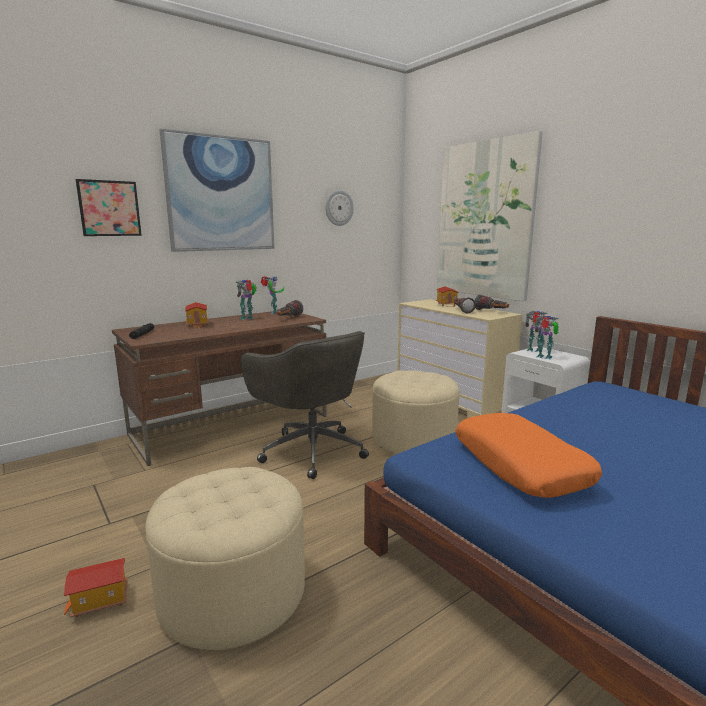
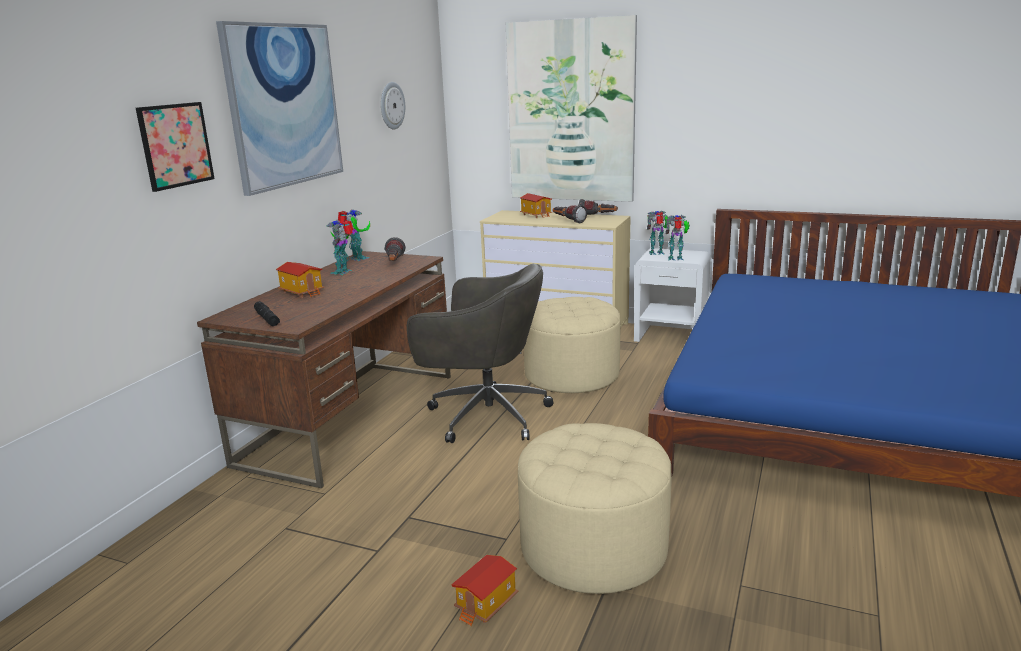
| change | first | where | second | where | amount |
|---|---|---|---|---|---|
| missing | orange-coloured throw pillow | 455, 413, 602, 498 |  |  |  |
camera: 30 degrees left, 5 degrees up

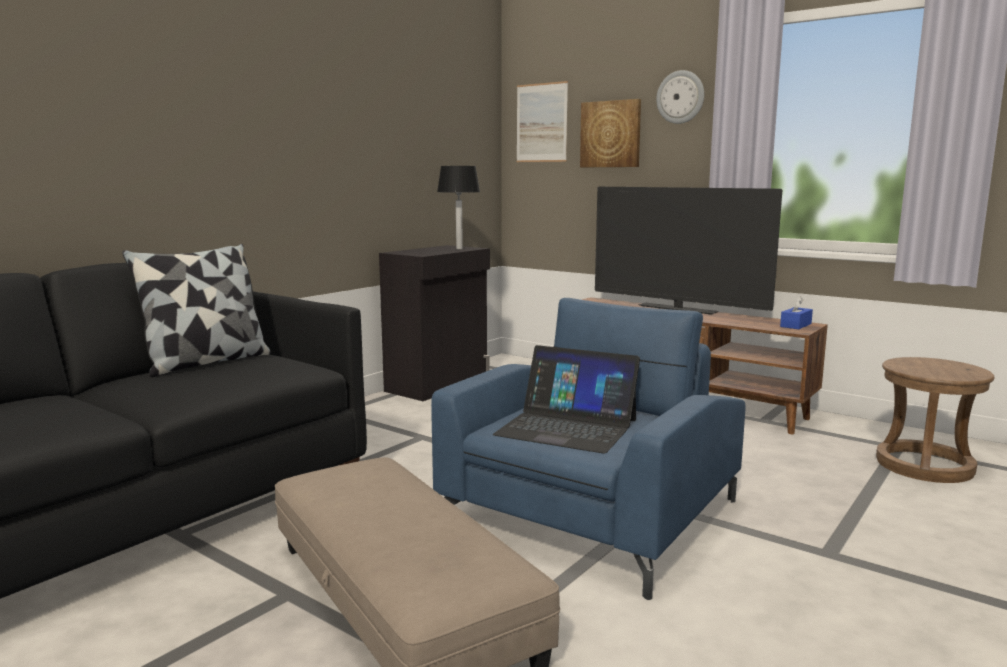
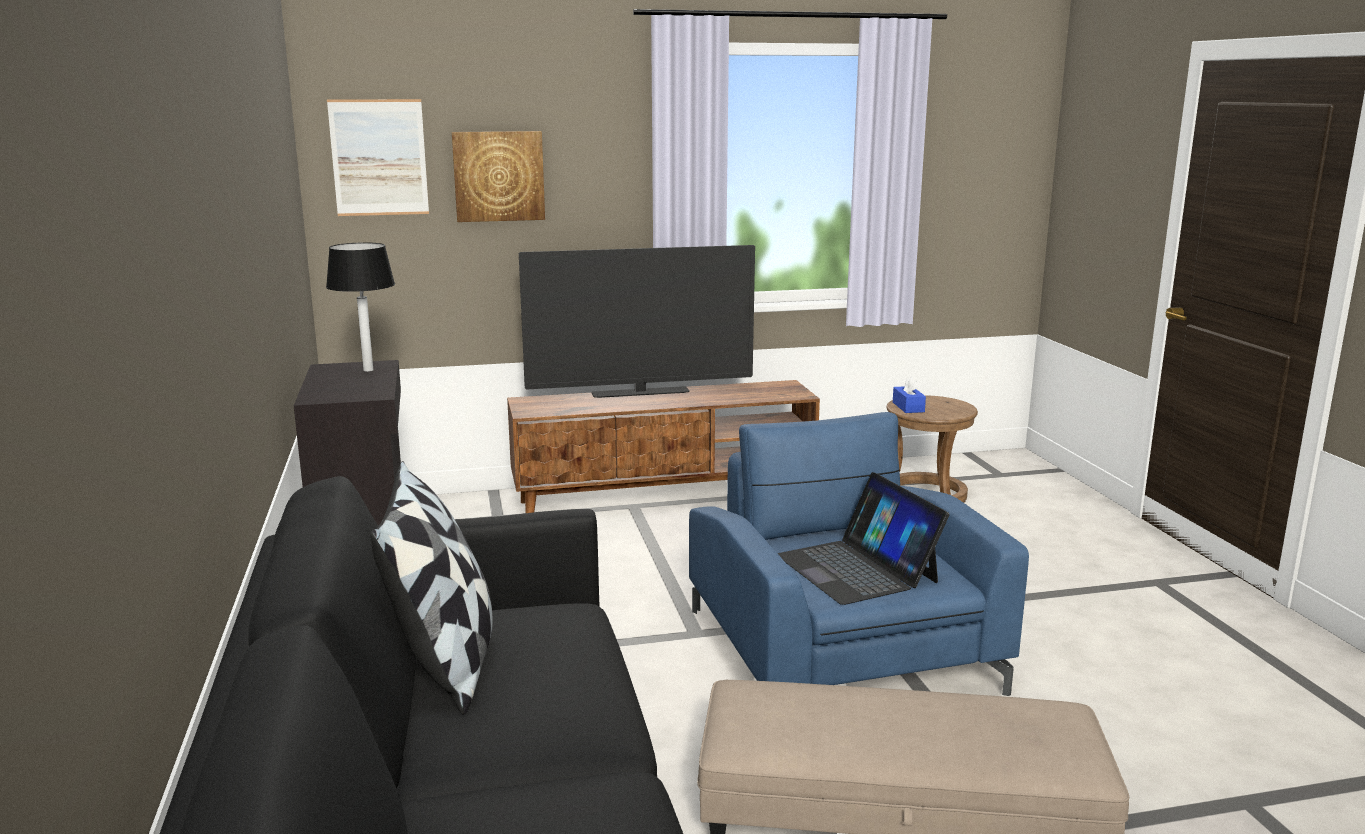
| change | first | where | second | where | amount |
|---|---|---|---|---|---|
| spun | laptop | 493, 345, 640, 454 |  | 778, 472, 949, 605 | 90 degrees clockwise |
| missing | hanging clock | 656, 70, 704, 124 |  |  |  |
| relocated | blue-coloured tissue box | 780, 296, 813, 329 |  | 893, 376, 926, 413 |  |
camera: 50 degrees left, 5 degrees up

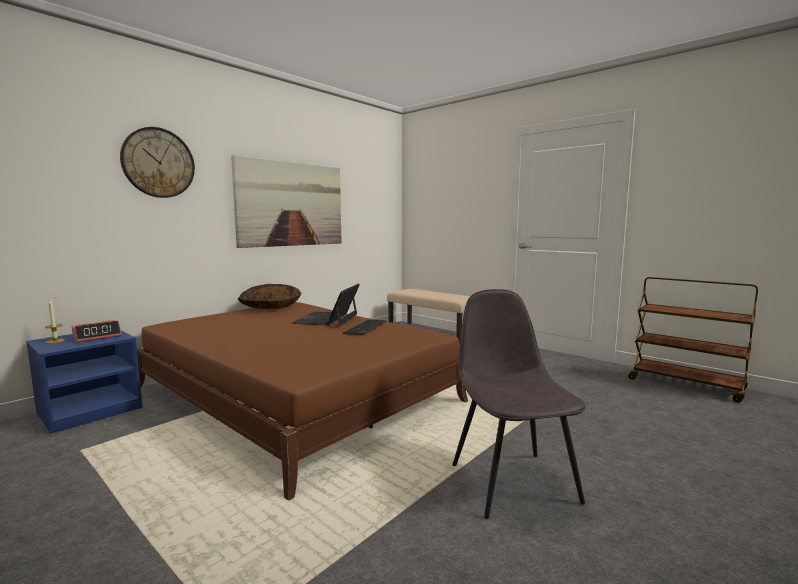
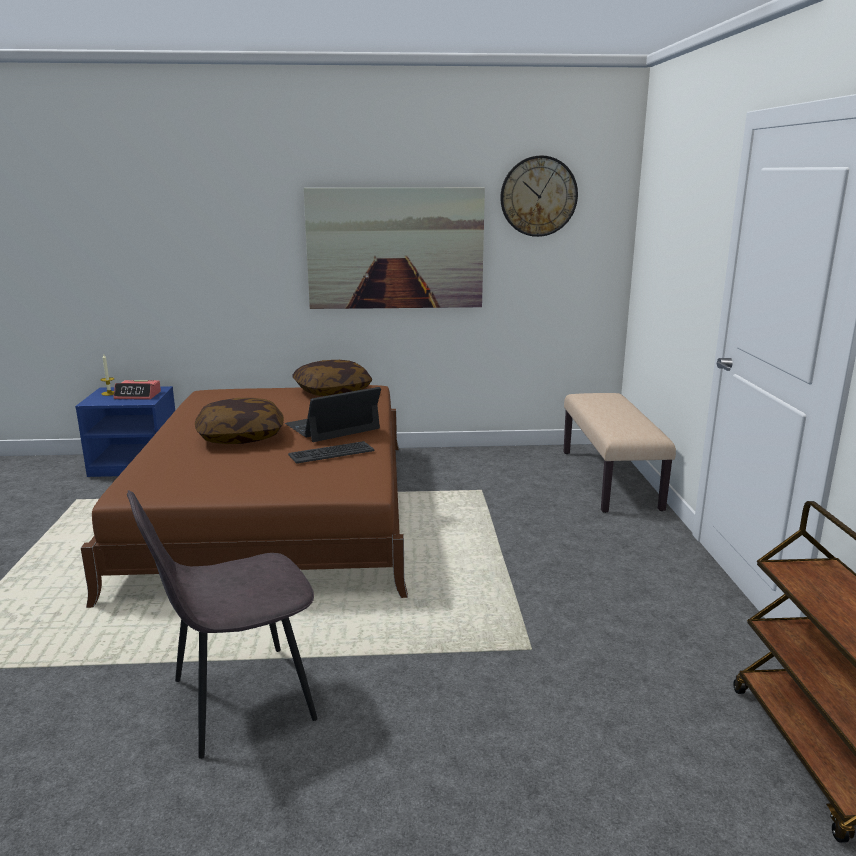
| change | first | where | second | where | amount |
|---|---|---|---|---|---|
| relocated | hanging clock | 120, 127, 195, 198 |  | 500, 155, 578, 237 |  |
| spun | greyish upright chair | 452, 289, 586, 519 |  | 127, 490, 317, 759 | 150 degrees counterclockwise |
| appeared |  |  | throw pillow | 195, 398, 284, 444 |  |
camera: 45 degrees right, 10 degrees up

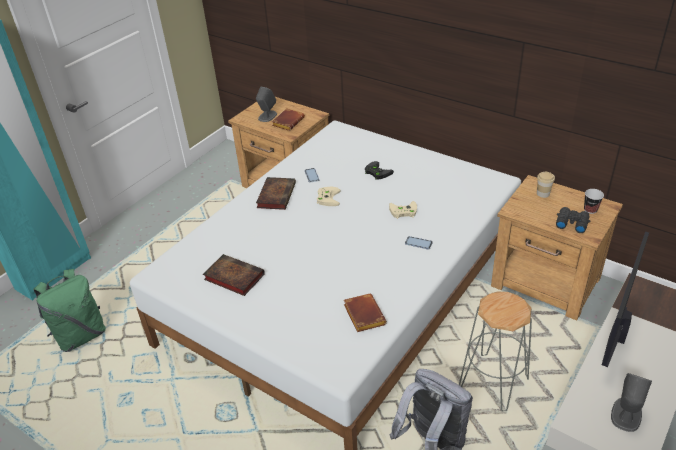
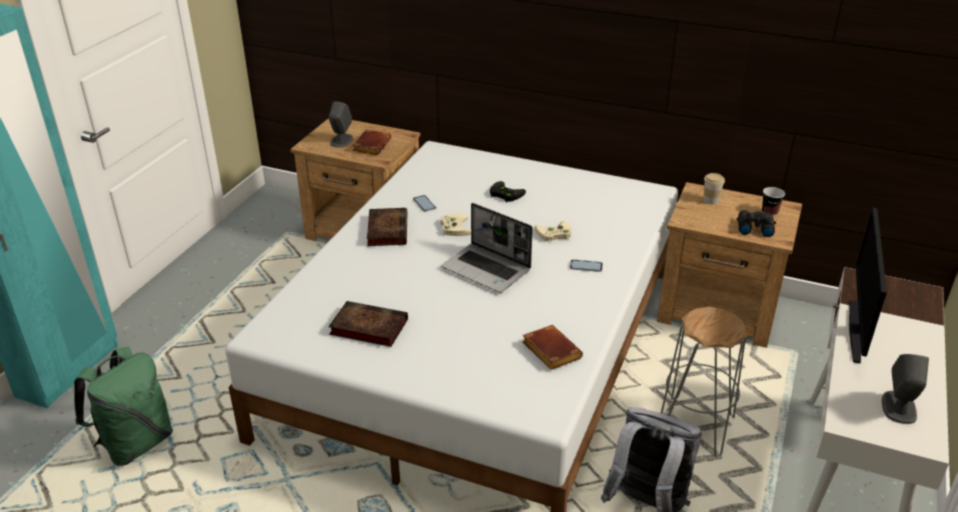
| change | first | where | second | where | amount |
|---|---|---|---|---|---|
| appeared |  |  | laptop | 441, 203, 533, 293 |  |
camera: 15 degrees left, 5 degrees down

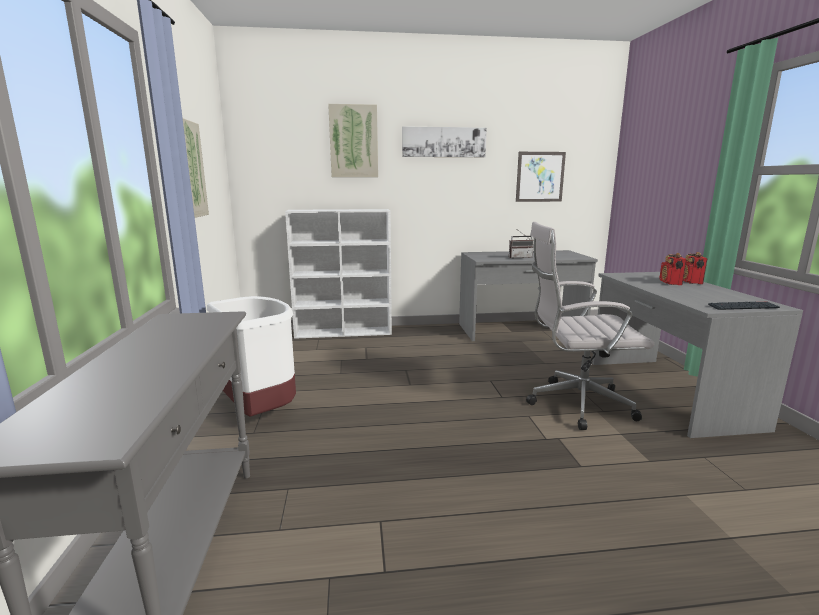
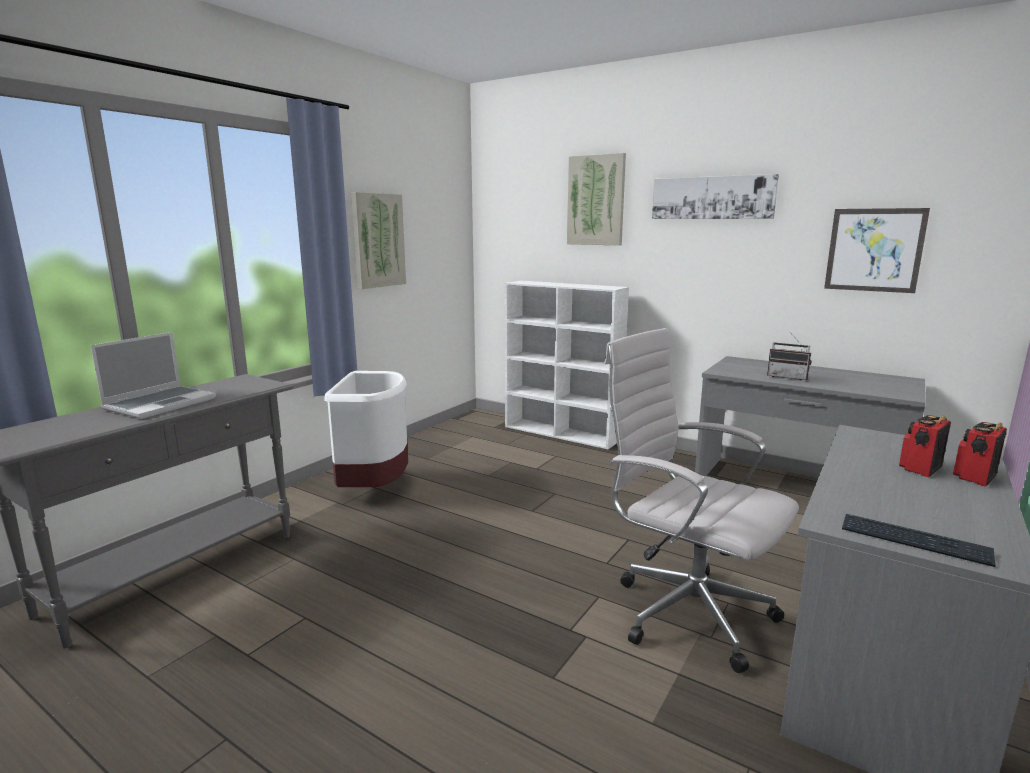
| change | first | where | second | where | amount |
|---|---|---|---|---|---|
| appeared |  |  | laptop | 90, 332, 216, 419 |  |
camera: 40 degrees right, 0 degrees up

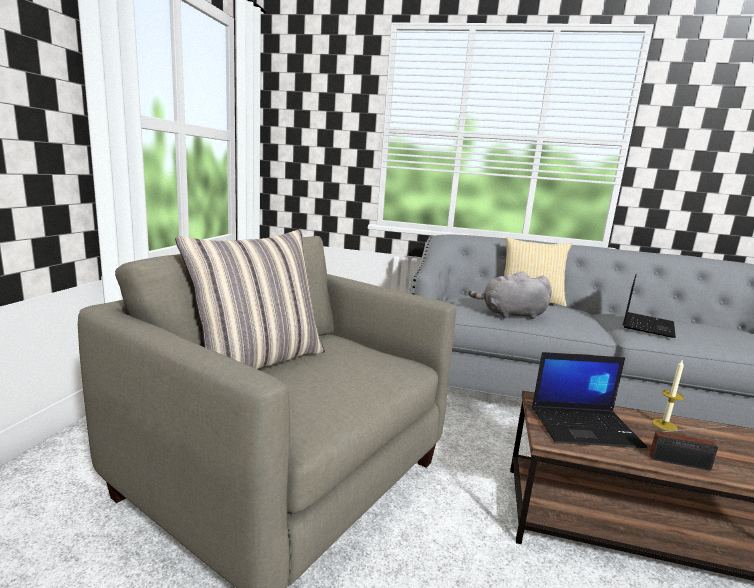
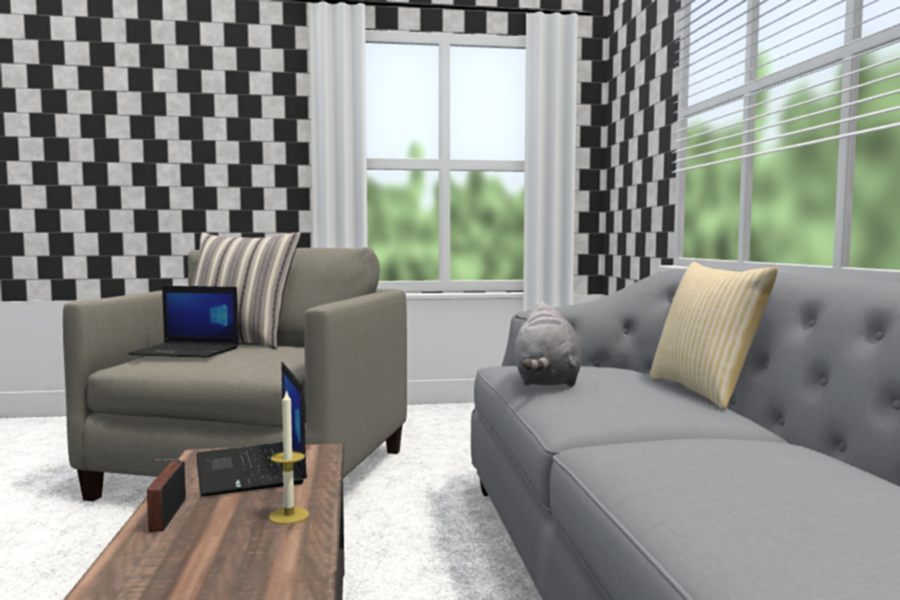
| change | first | where | second | where | amount |
|---|---|---|---|---|---|
| spun | greyish soft toy | 469, 271, 552, 319 |  | 514, 302, 581, 387 | 150 degrees counterclockwise |
| relocated | laptop | 623, 274, 676, 338 |  | 128, 286, 239, 358 |  |
camera: 70 degrees right, 10 degrees down

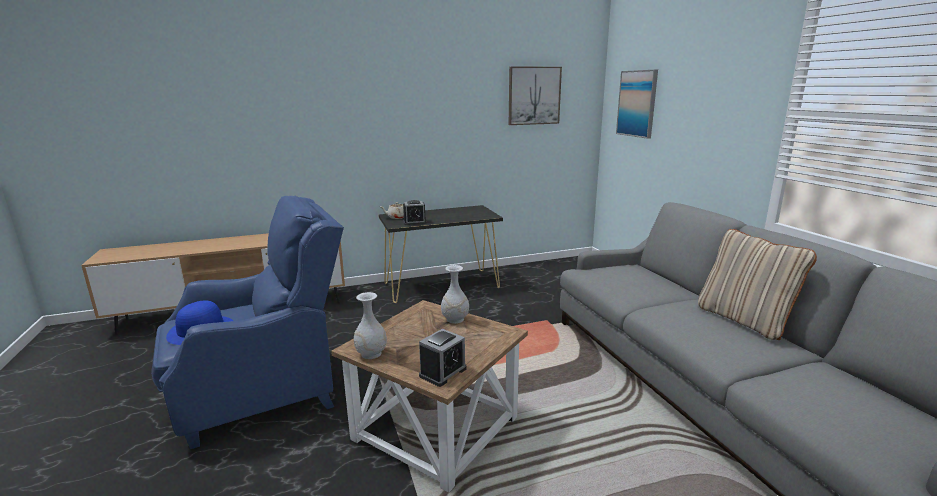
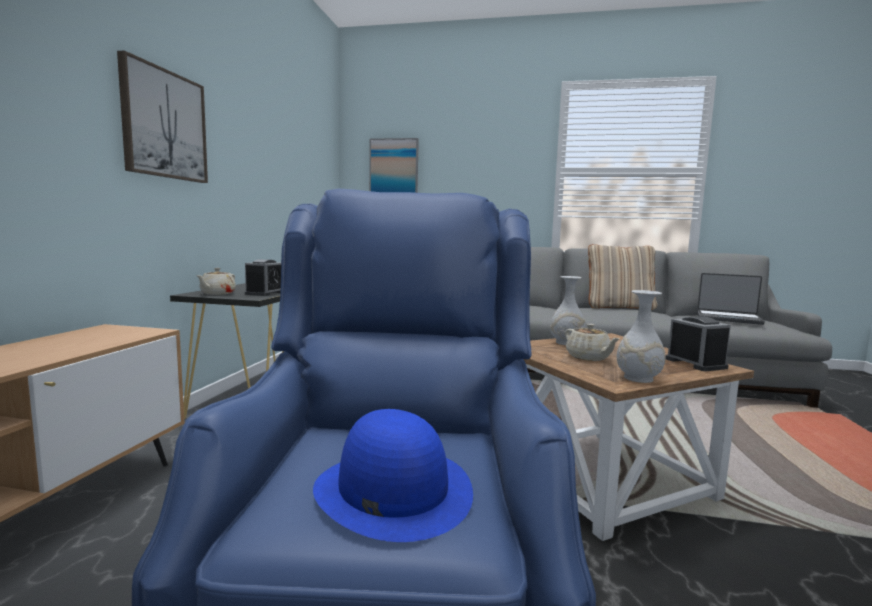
| change | first | where | second | where | amount |
|---|---|---|---|---|---|
| relocated | picture | 509, 67, 562, 125 |  | 117, 50, 208, 183 |  |
| appeared |  |  | beige-coloured tea pot | 565, 324, 620, 361 |  |
| appeared |  |  | laptop | 697, 273, 765, 325 |  |
camera: 60 degrees left, 10 degrees down

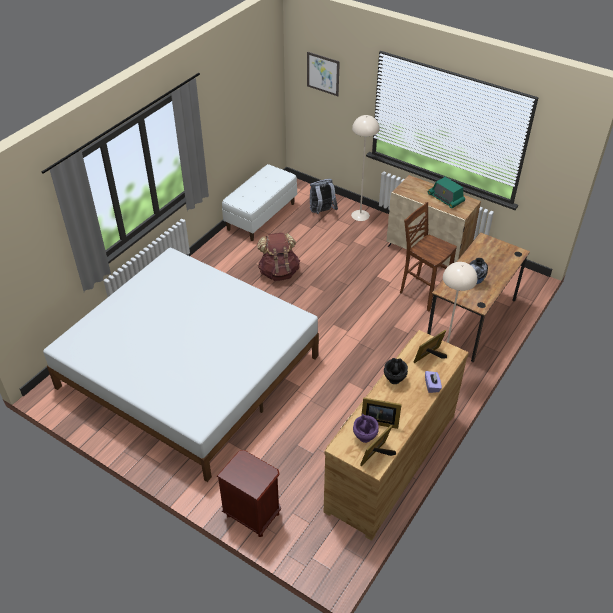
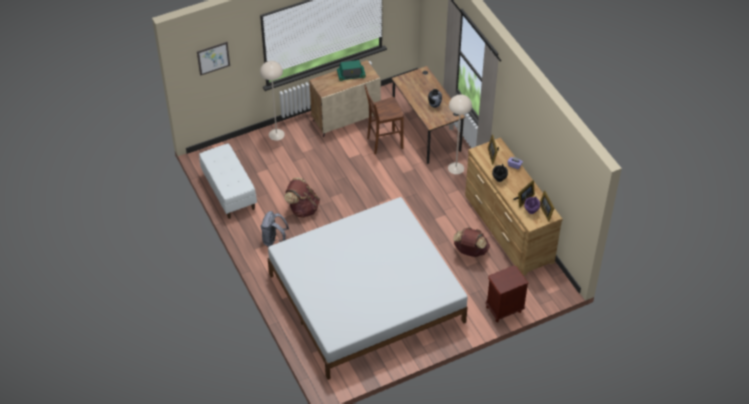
| change | first | where | second | where | amount |
|---|---|---|---|---|---|
| relocated | greyish rucksack | 310, 179, 338, 214 |  | 260, 211, 289, 247 |  |
| appeared |  |  | brown-coloured rucksack | 453, 227, 490, 257 |  |
camera: 60 degrees left, 5 degrees up

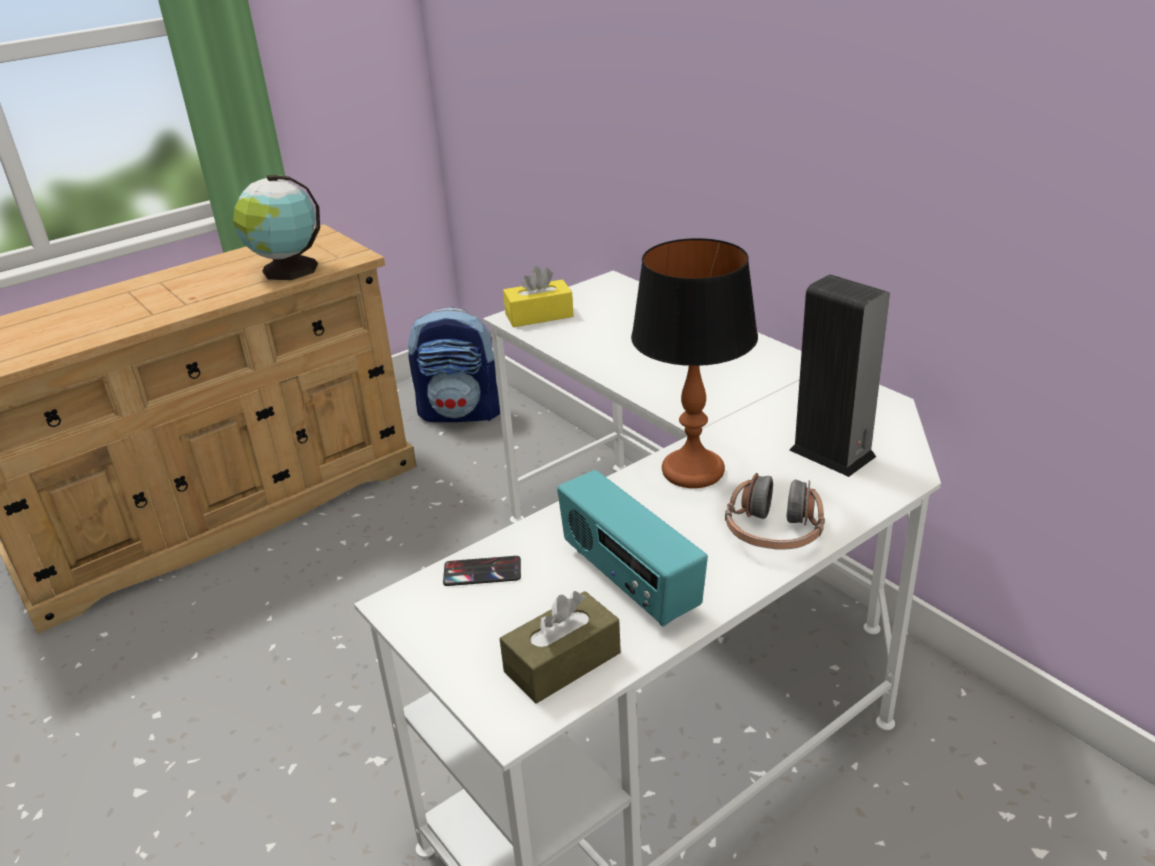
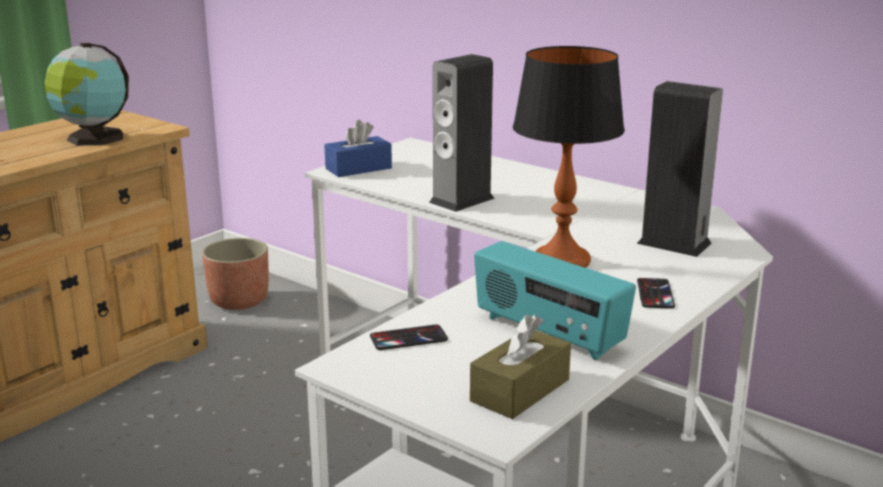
| change | first | where | second | where | amount |
|---|---|---|---|---|---|
| exchanged | rucksack | 408, 307, 500, 422 | flower pot | 202, 238, 269, 310 |  |
| colour | yellow-coloured tissue box | 503, 266, 574, 327 | blue-coloured tissue box | 324, 120, 392, 177 |  |
| exchanged | pair of headphones | 725, 473, 825, 550 | telephone | 637, 278, 675, 309 |  |
| appeared |  |  | speaker | 429, 54, 495, 212 |  |
camera: 15 degrees left, 10 degrees down

